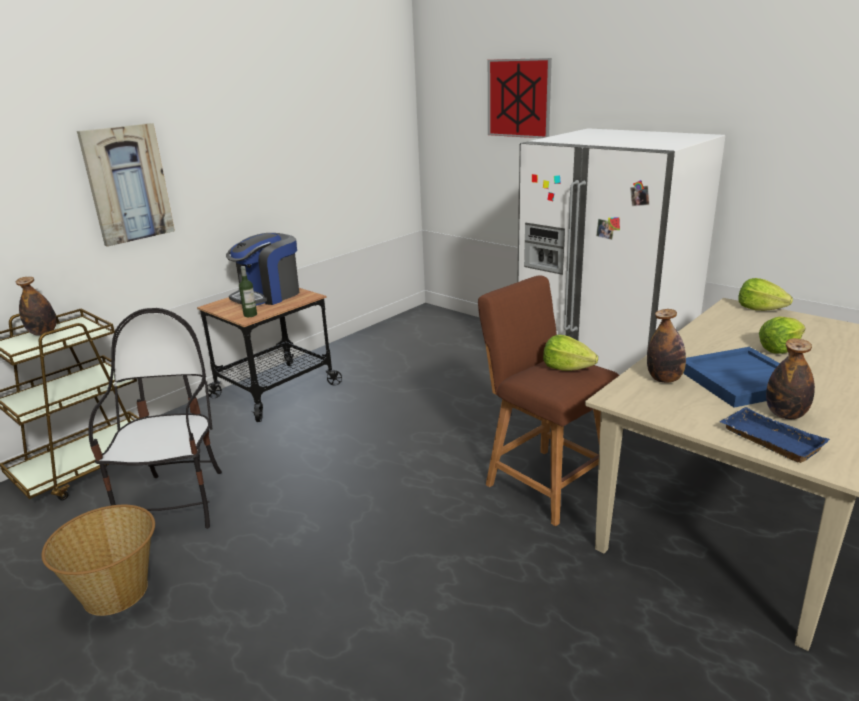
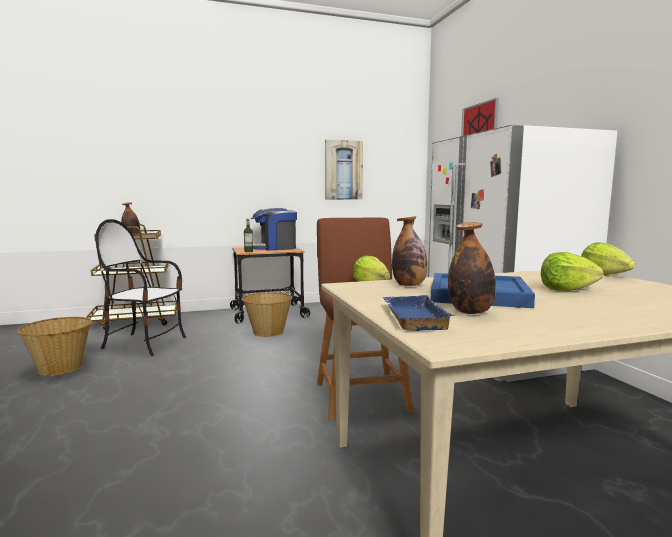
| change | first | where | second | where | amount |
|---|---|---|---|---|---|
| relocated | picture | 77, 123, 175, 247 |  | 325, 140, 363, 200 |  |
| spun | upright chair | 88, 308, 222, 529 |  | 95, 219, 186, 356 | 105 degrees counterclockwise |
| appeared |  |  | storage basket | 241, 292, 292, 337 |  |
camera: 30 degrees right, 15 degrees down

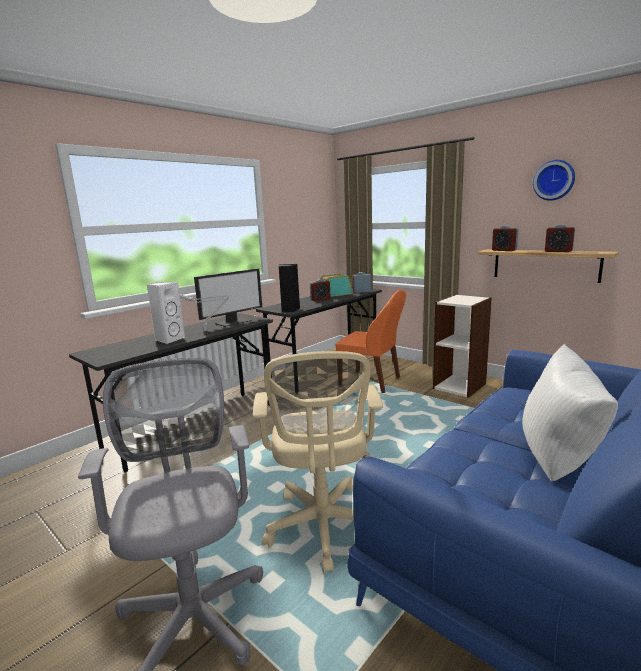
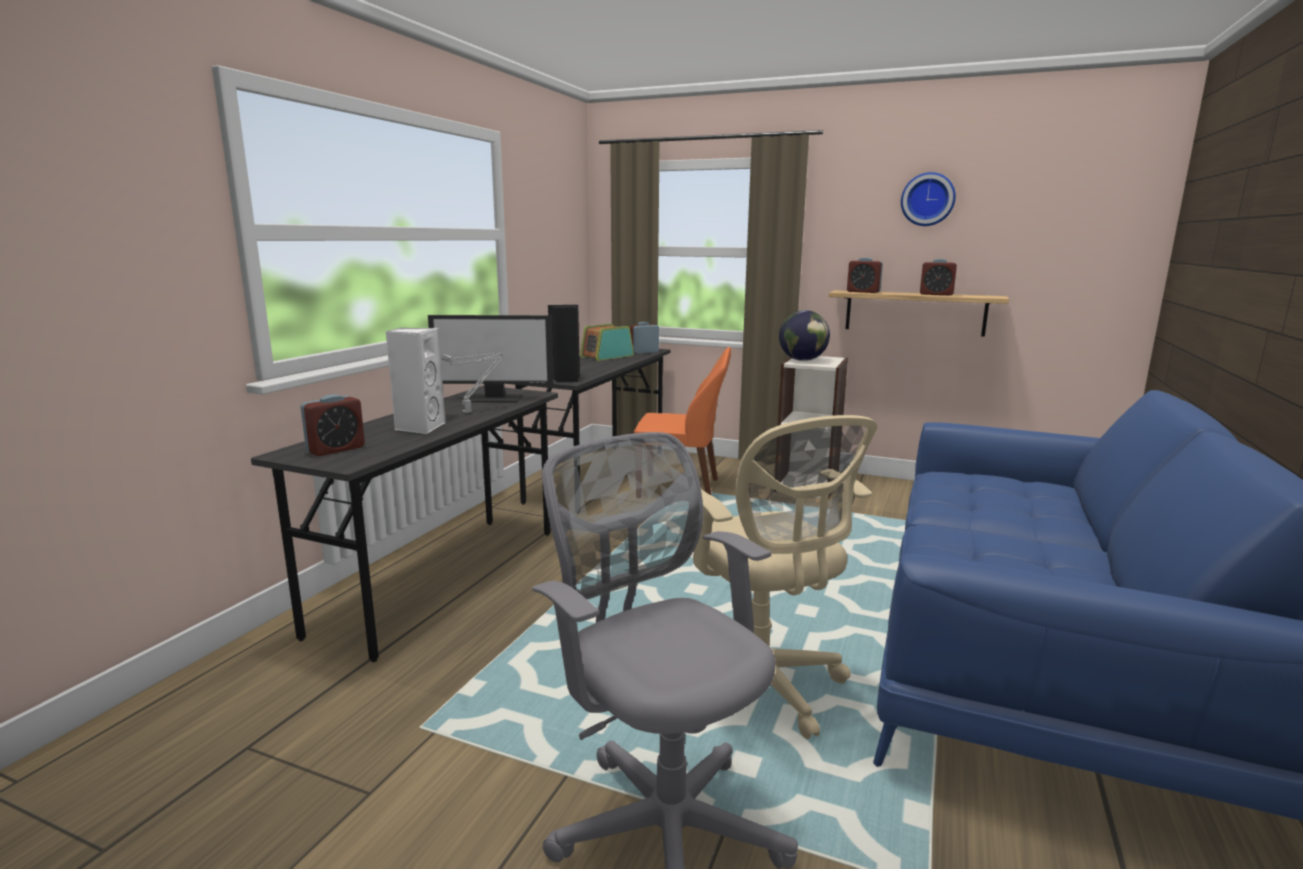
| change | first | where | second | where | amount |
|---|---|---|---|---|---|
| spun | computer display | 194, 268, 262, 327 |  | 428, 315, 554, 402 | 60 degrees clockwise |
| relocated | table clock | 310, 279, 331, 302 |  | 301, 395, 365, 456 |  |
| missing | white throw pillow | 522, 344, 618, 481 |  |  |  |
| appeared |  |  | globe | 779, 310, 830, 361 |  |
camera: 20 degrees left, 0 degrees up

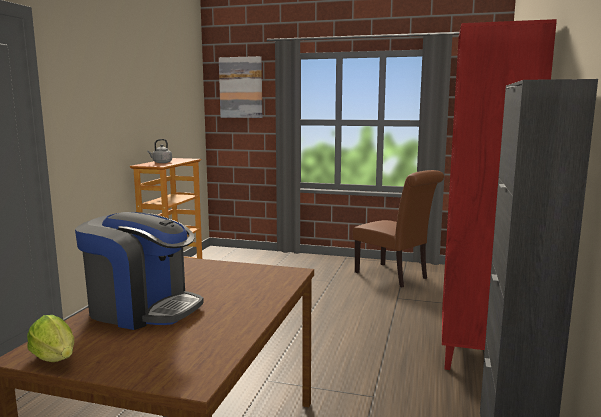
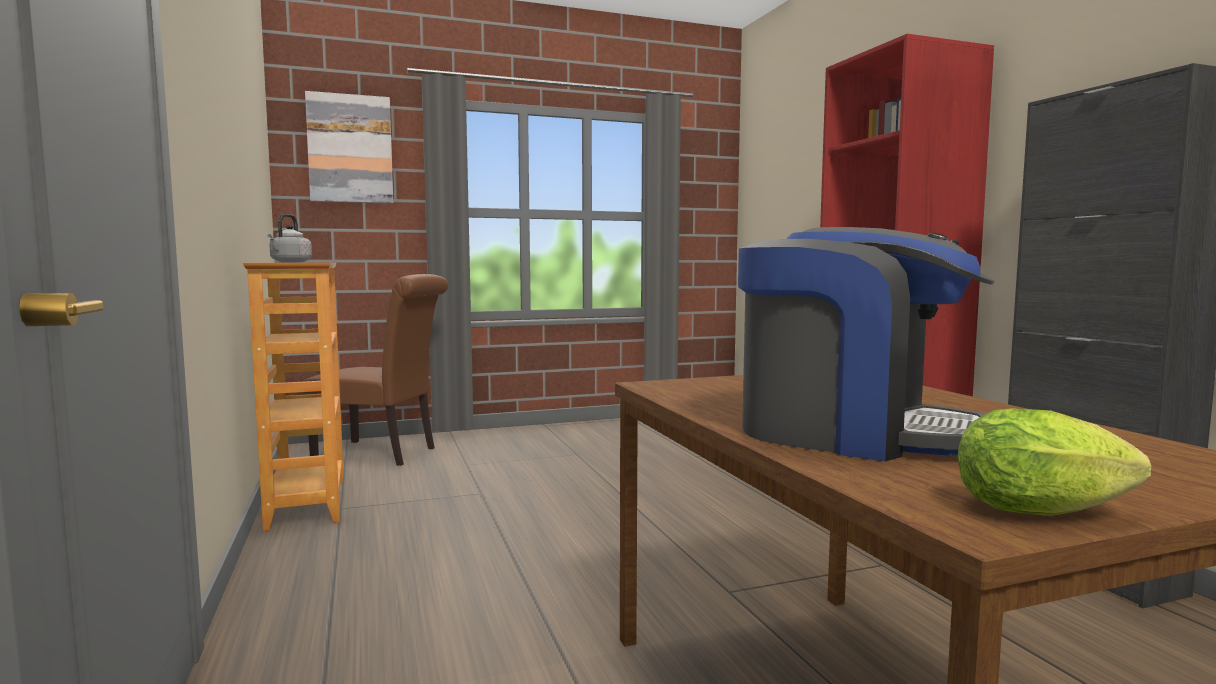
| change | first | where | second | where | amount |
|---|---|---|---|---|---|
| spun | coffee brewer | 75, 212, 204, 330 |  | 738, 227, 995, 461 | 45 degrees clockwise |
| relocated | brown-coloured upright chair | 353, 170, 444, 287 |  | 301, 274, 448, 466 |  |
camera: 35 degrees left, 5 degrees down

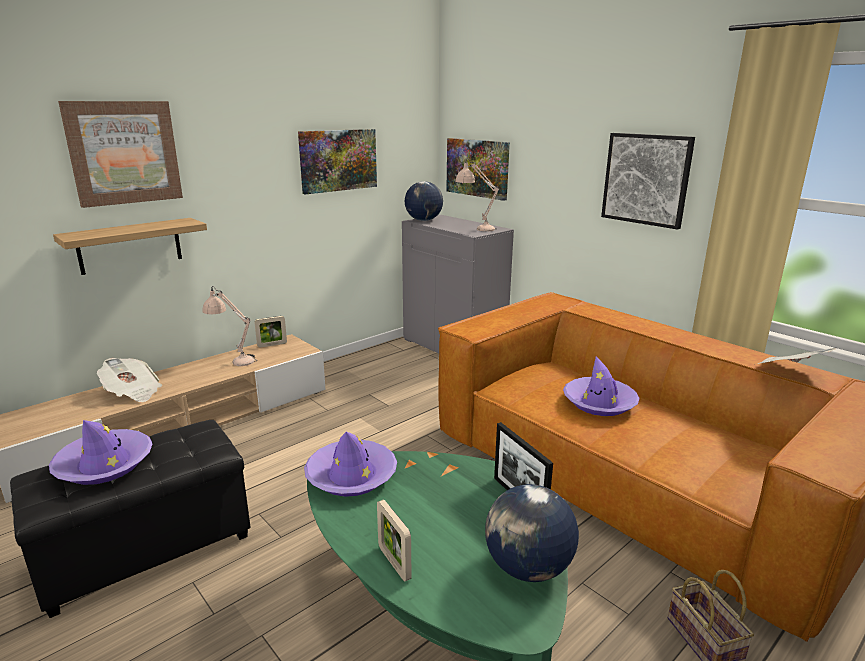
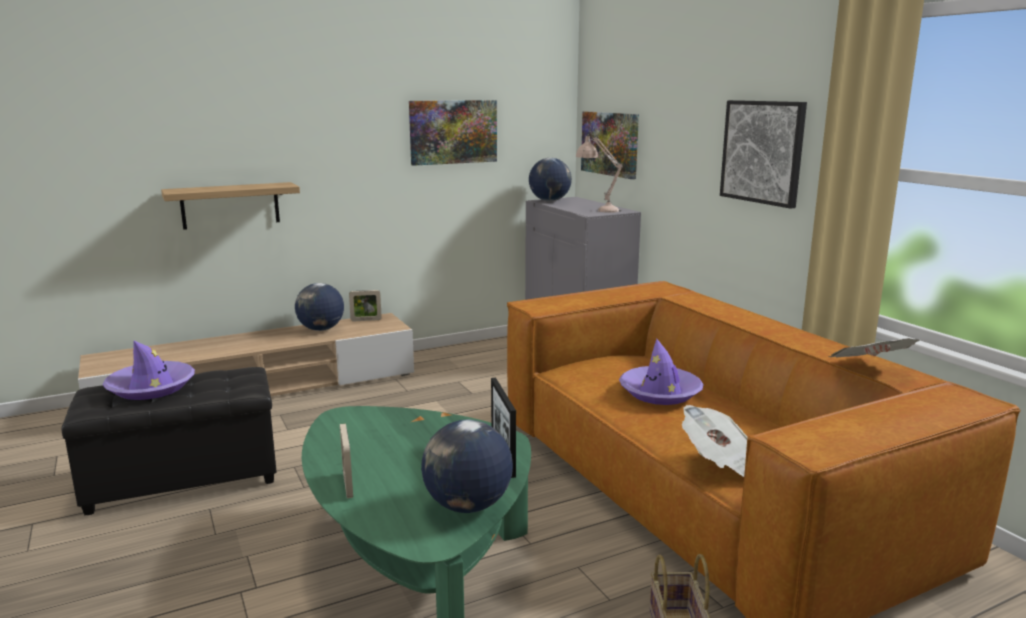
| change | first | where | second | where | amount |
|---|---|---|---|---|---|
| missing | picture | 58, 101, 183, 208 |  |  |  |
| relocated | printed paper | 97, 358, 162, 402 |  | 682, 405, 748, 477 |  |
| exchanged | beige-coloured lamp for a table | 202, 286, 256, 366 | globe | 295, 283, 344, 331 |  |
| missing | purplish clothing hat | 304, 432, 397, 497 |  |  |  |
camera: 15 degrees right, 5 degrees down

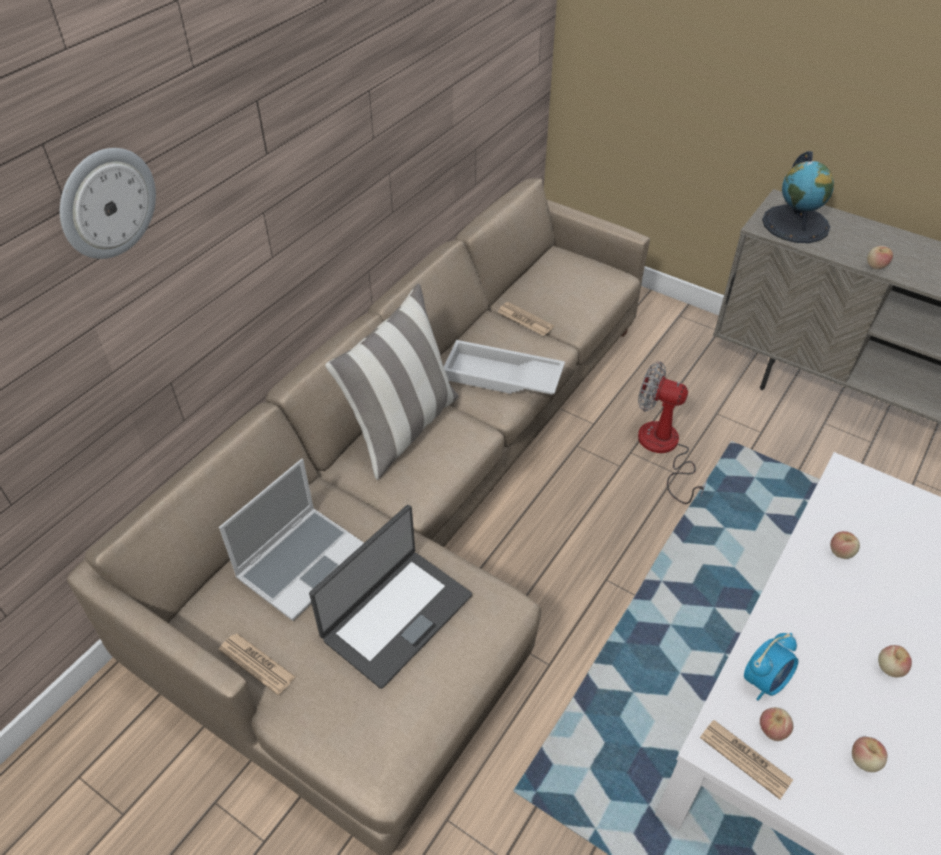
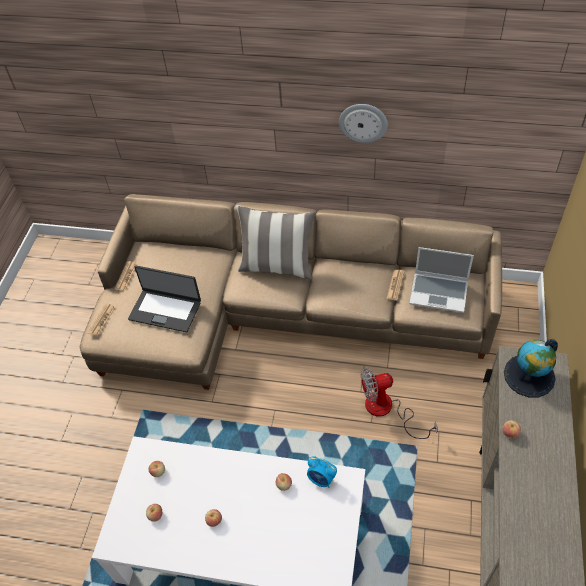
| change | first | where | second | where | amount |
|---|---|---|---|---|---|
| relocated | hanging clock | 60, 148, 156, 259 |  | 339, 104, 388, 143 |  |
| relocated | laptop | 219, 459, 364, 621 |  | 410, 247, 474, 313 |  |
| missing | white carrying tray | 444, 340, 565, 394 |  |  |  |
| spun | cooling fan | 638, 361, 707, 504 |  | 361, 367, 438, 439 | 105 degrees counterclockwise |
| relocated | printed paper | 700, 720, 793, 799 |  | 88, 303, 116, 336 |  |
| relocated | table clock | 744, 633, 798, 701 |  | 307, 456, 337, 488 |  |
camera: 70 degrees right, 5 degrees up

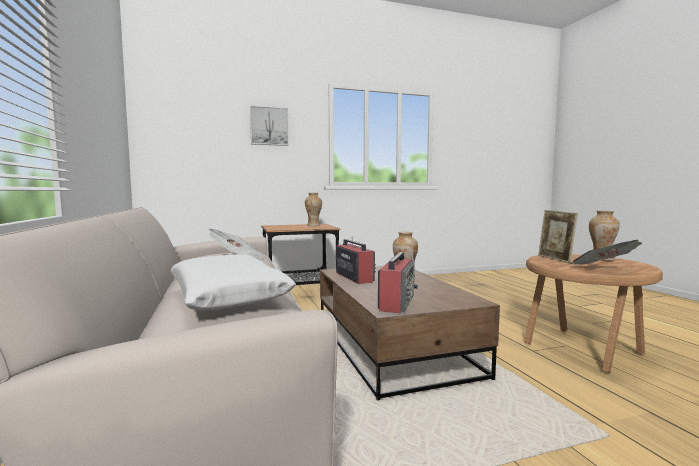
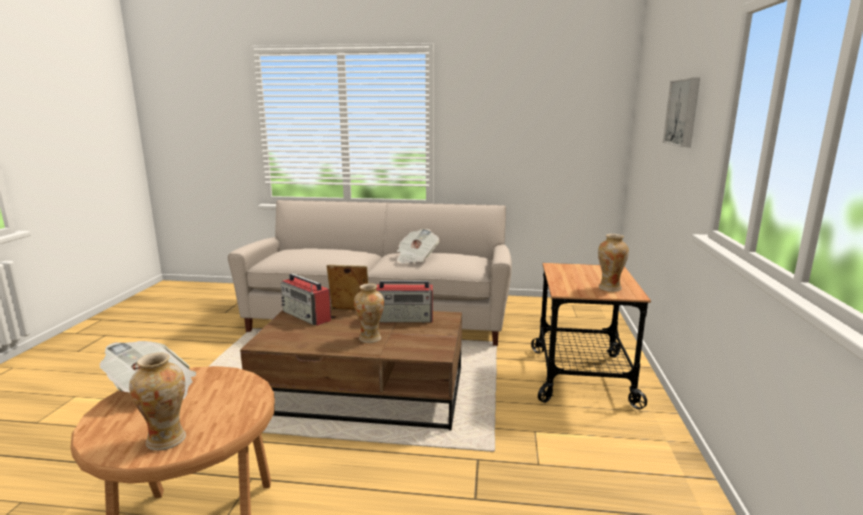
| change | first | where | second | where | amount |
|---|---|---|---|---|---|
| missing | white throw pillow | 170, 255, 296, 310 |  |  |  |
| relocated | picture frame | 538, 210, 578, 263 |  | 327, 265, 369, 311 |  |
camera: 115 degrees right, 10 degrees up

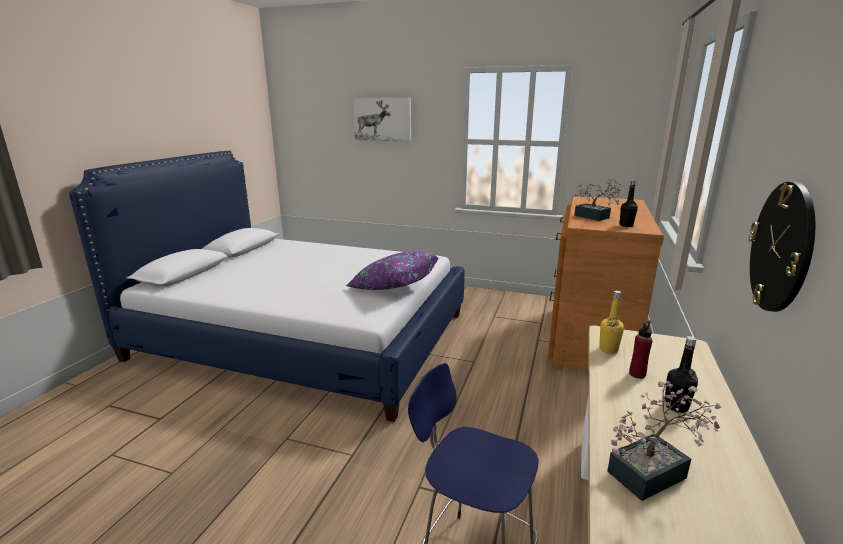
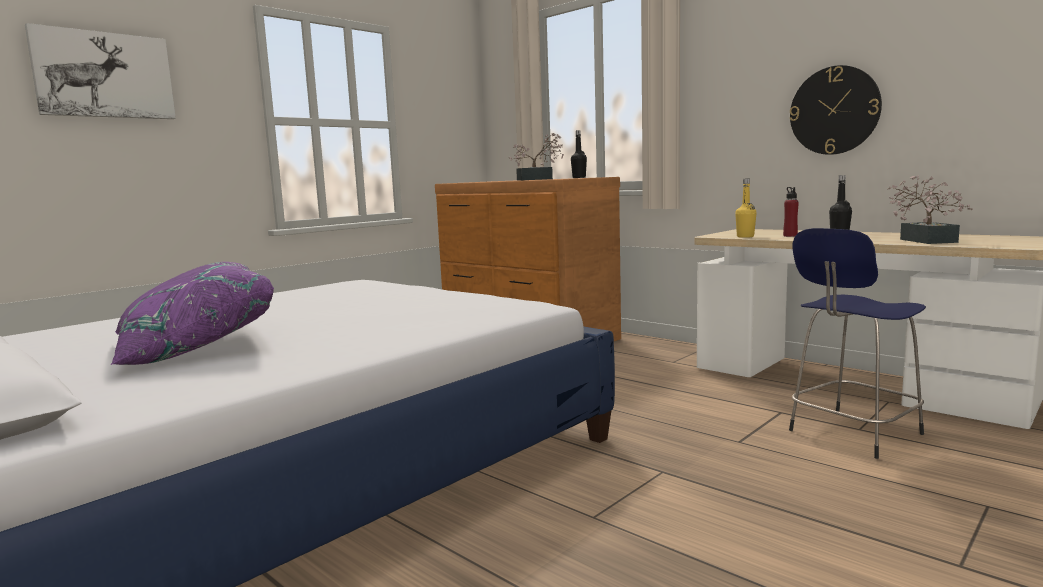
| change | first | where | second | where | amount |
|---|---|---|---|---|---|
| relocated | purplish throw pillow | 346, 251, 439, 290 |  | 111, 262, 274, 365 |  |
camera: 65 degrees left, 10 degrees down

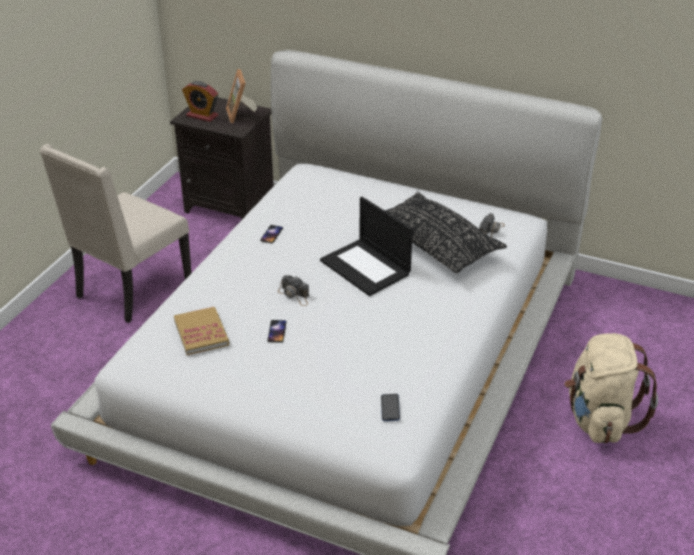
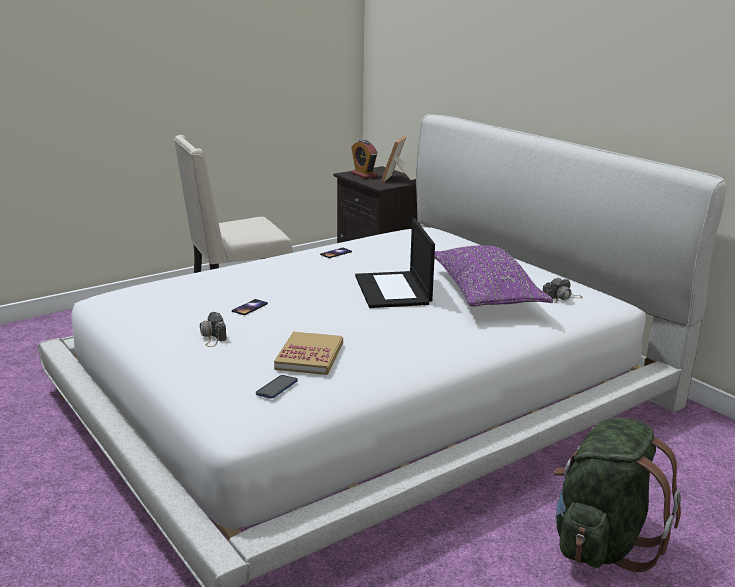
| change | first | where | second | where | amount |
|---|---|---|---|---|---|
| relocated | volume | 174, 307, 229, 355 |  | 274, 332, 343, 375 |  |
| relocated | still camera | 278, 275, 309, 306 |  | 200, 312, 227, 347 |  |
| colour | black-coloured throw pillow | 385, 192, 507, 273 | purplish throw pillow | 435, 245, 553, 307 |  |
| colour | beige-coloured rucksack | 564, 333, 658, 443 | green-coloured rucksack | 554, 418, 681, 572 |  |
camera: 30 degrees right, 15 degrees down

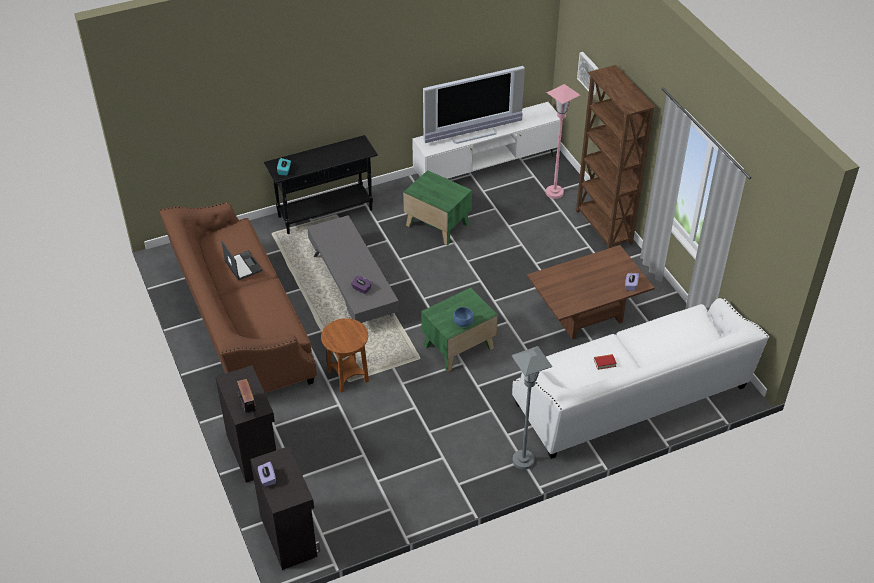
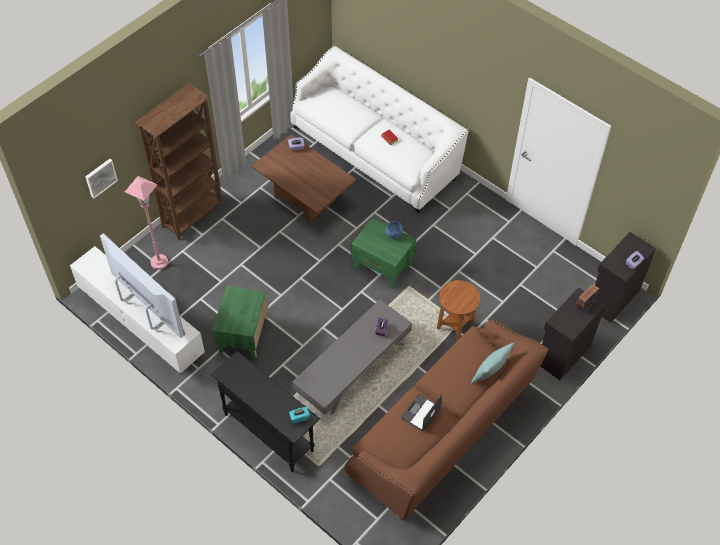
| change | first | where | second | where | amount |
|---|---|---|---|---|---|
| missing | greyish floor lamp | 511, 346, 552, 470 |  |  |  |
| appeared |  |  | turquoise-coloured throw pillow | 471, 343, 514, 384 |  |
camera: 115 degrees left, 10 degrees up

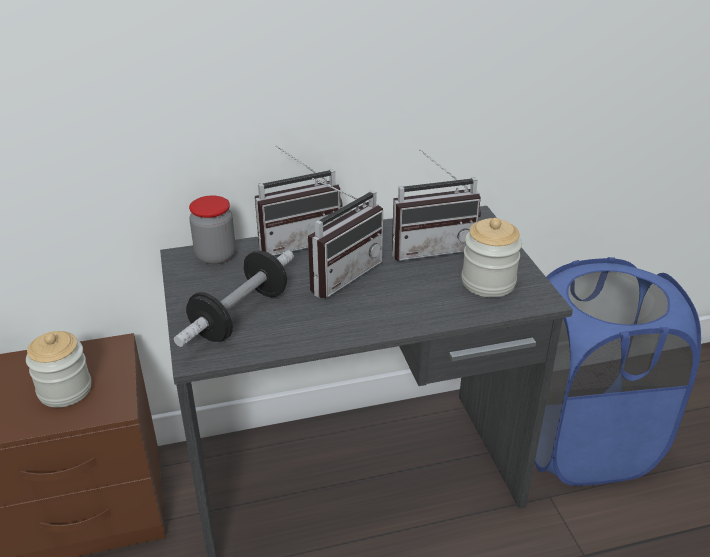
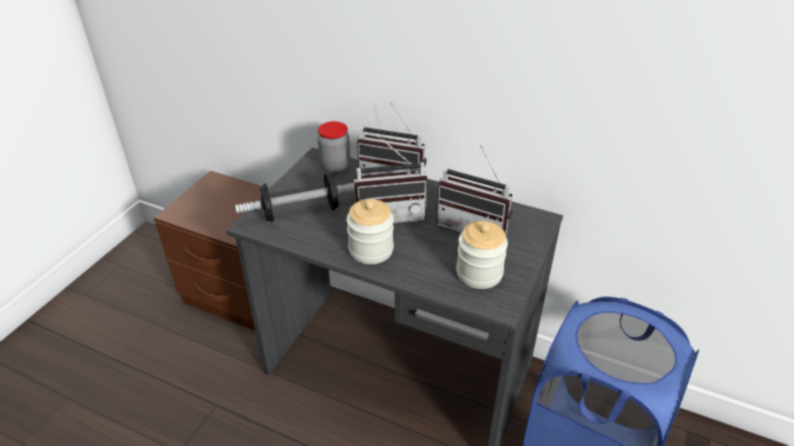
| change | first | where | second | where | amount |
|---|---|---|---|---|---|
| relocated | jar | 26, 331, 91, 407 |  | 346, 199, 394, 264 |  |
camera: 40 degrees right, 5 degrees up

